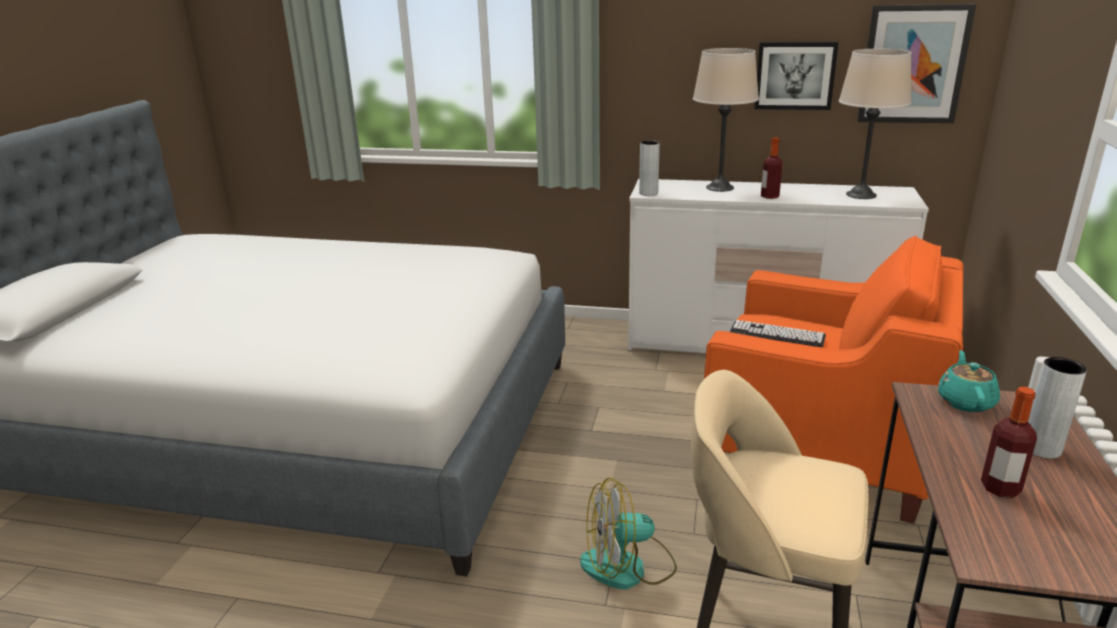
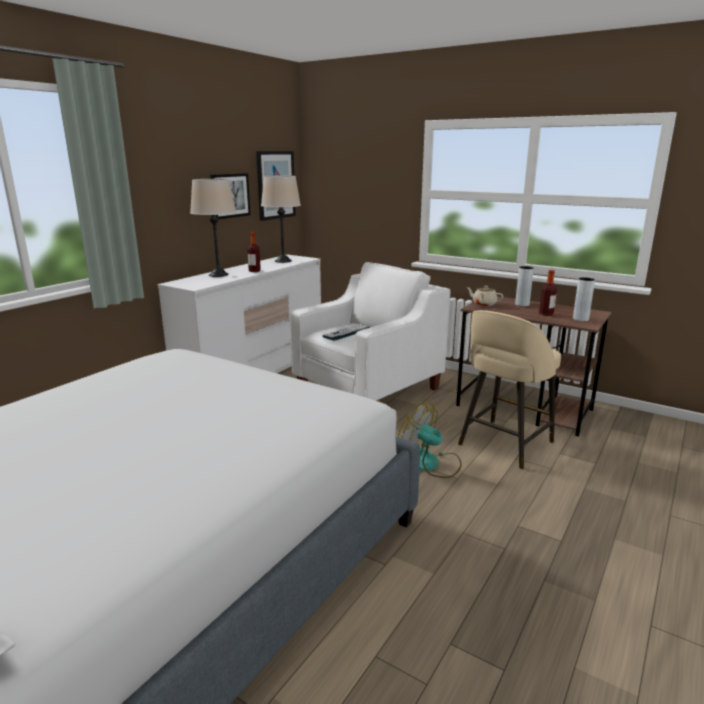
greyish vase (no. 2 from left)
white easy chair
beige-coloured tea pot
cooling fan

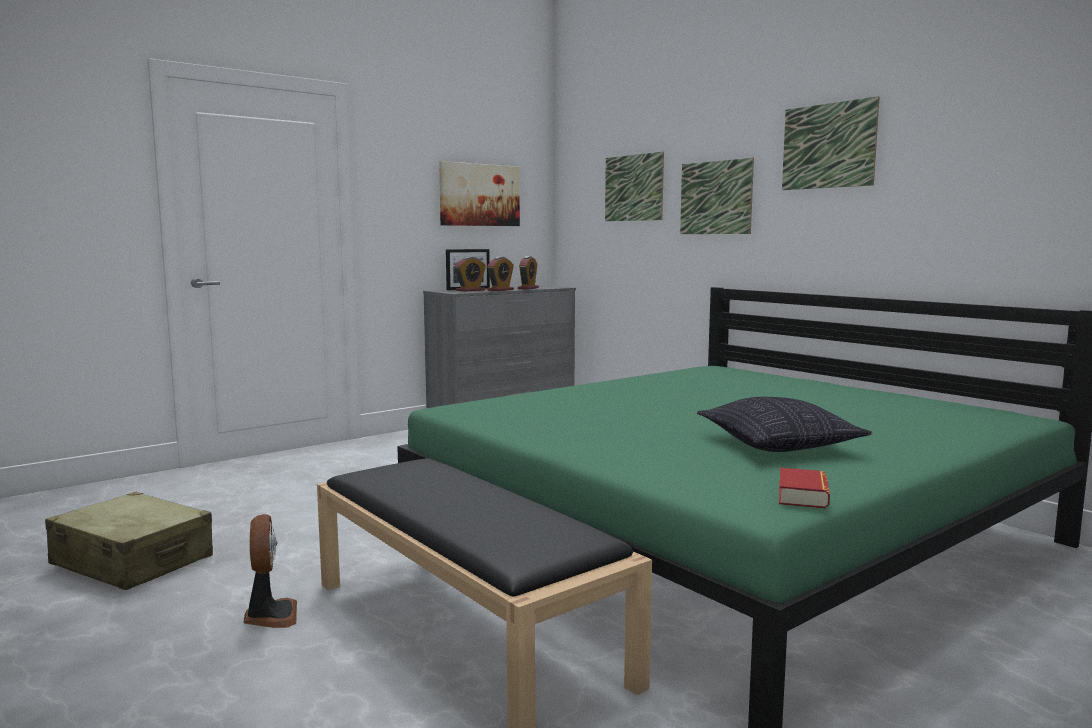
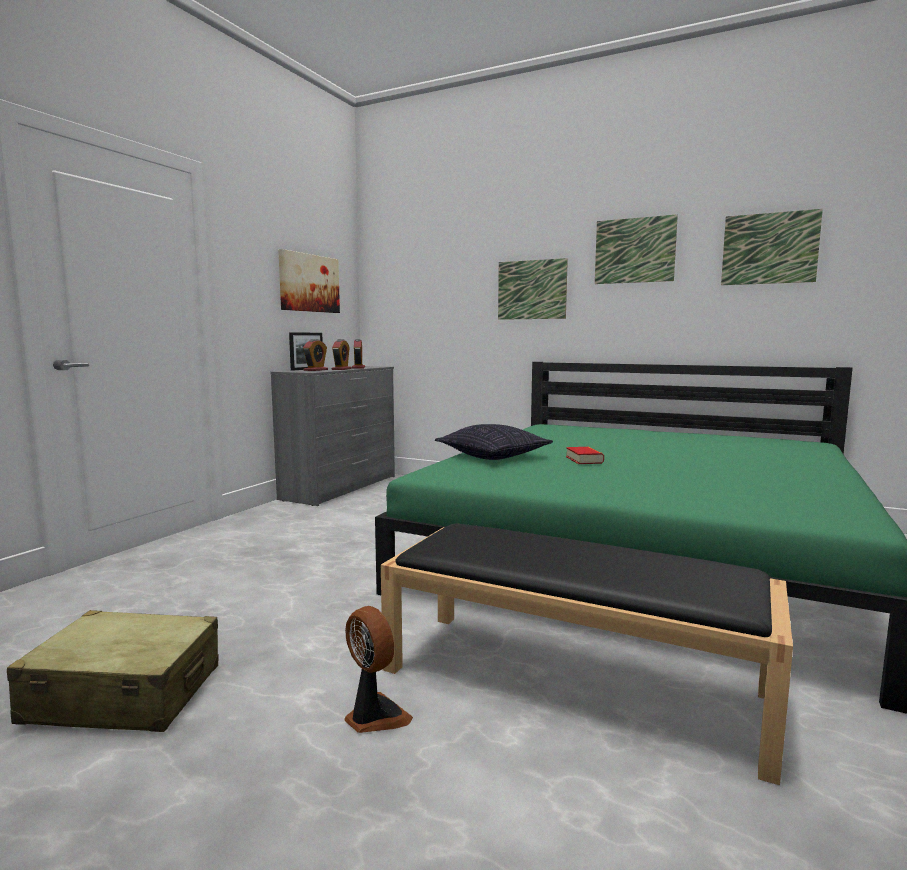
picture (no. 4 from left)
throw pillow
volume

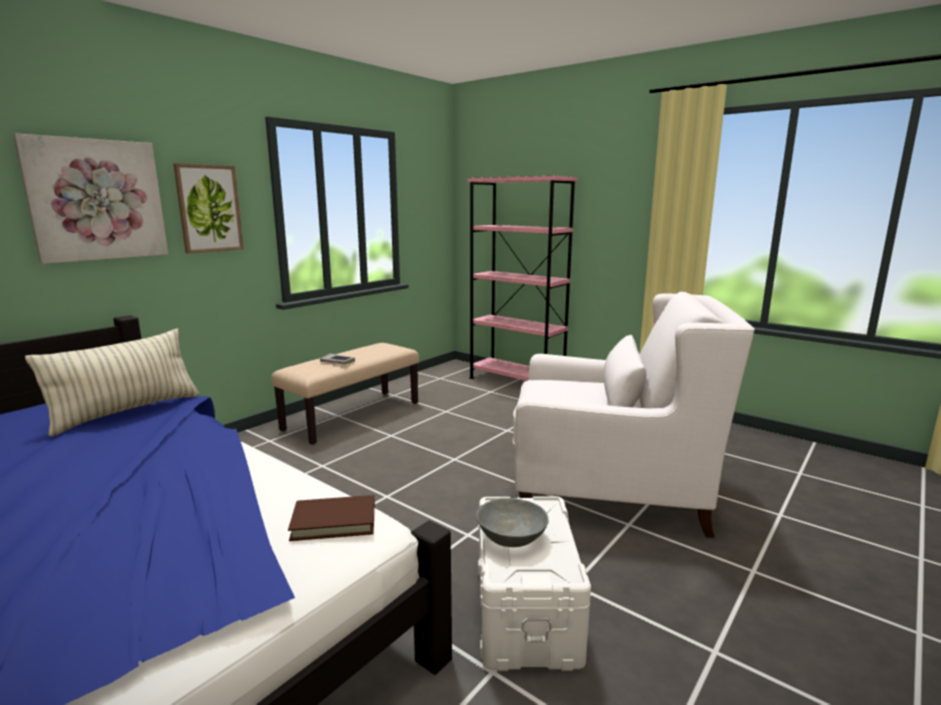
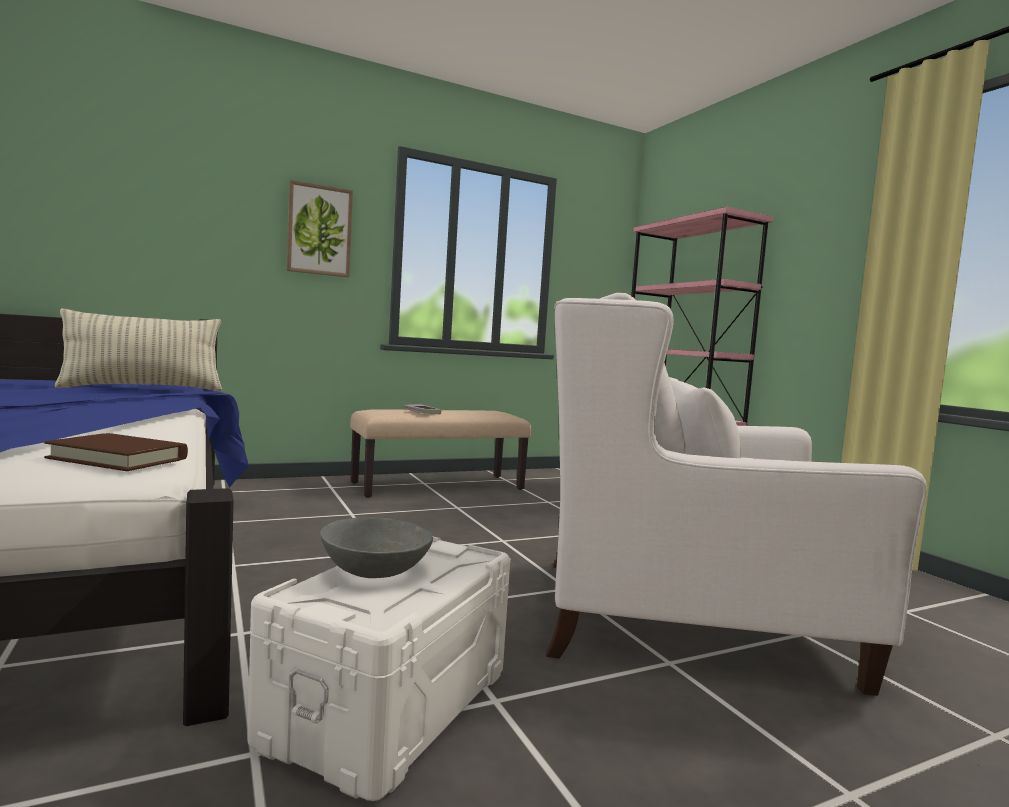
picture (no. 1 from left in the first image)
white easy chair

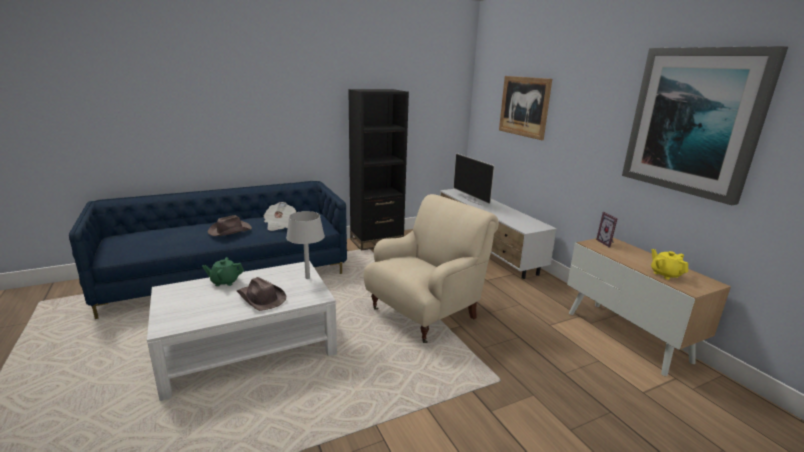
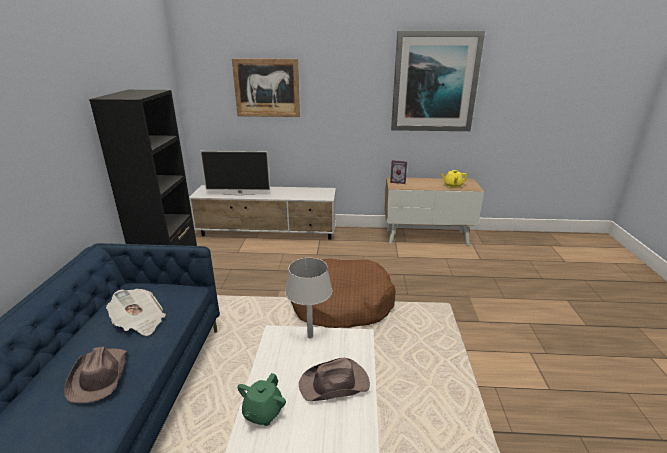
brown-coloured dog cushion

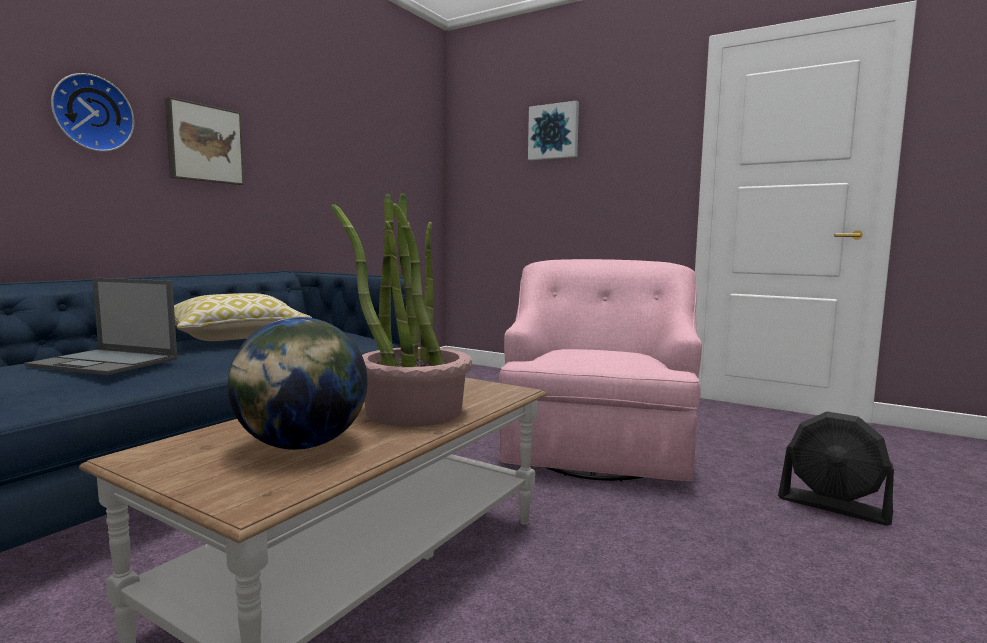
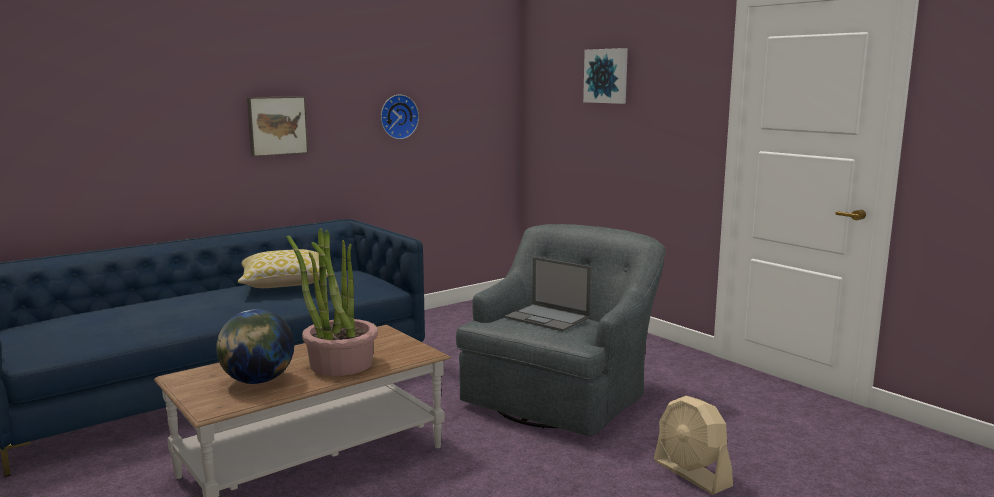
wall clock
greyish easy chair
portable computer
beige-coloured cooling fan

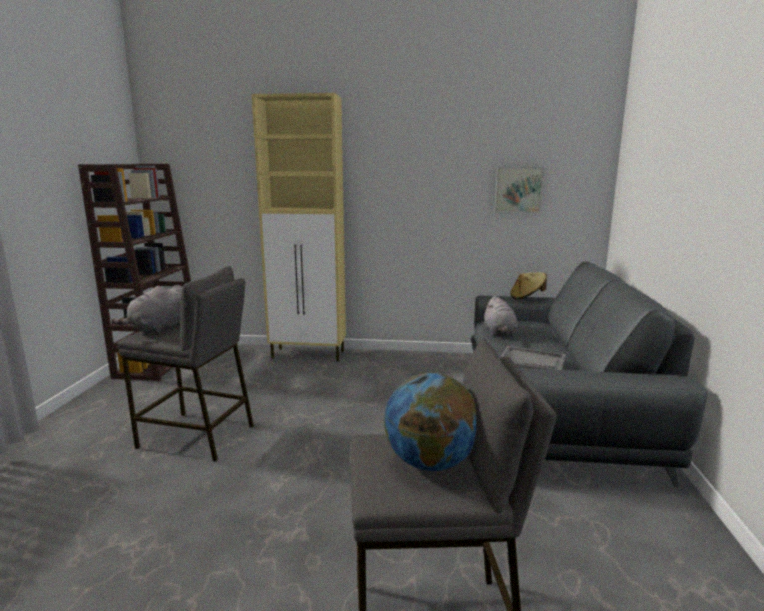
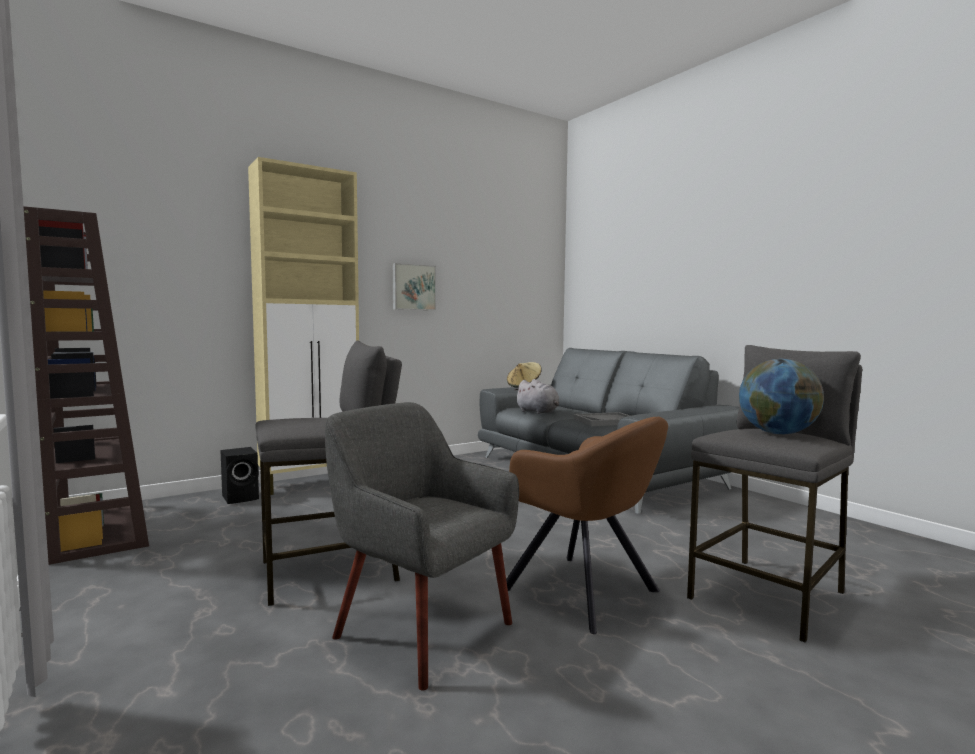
picture
greyish soft toy (no. 1 from left in the first image)
greyish easy chair
brown-coloured easy chair
black-coloured speaker

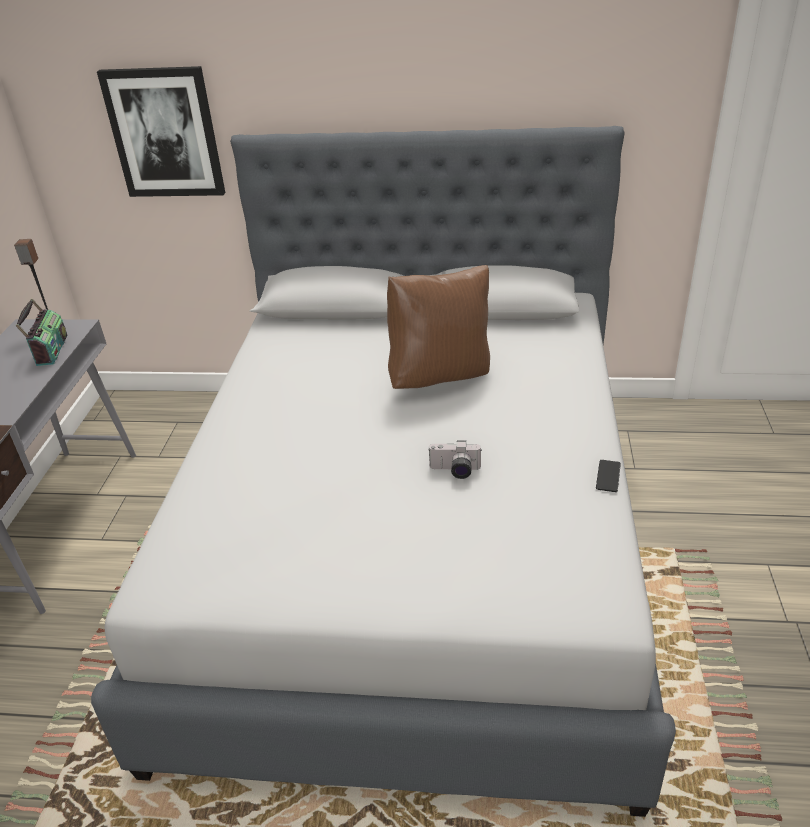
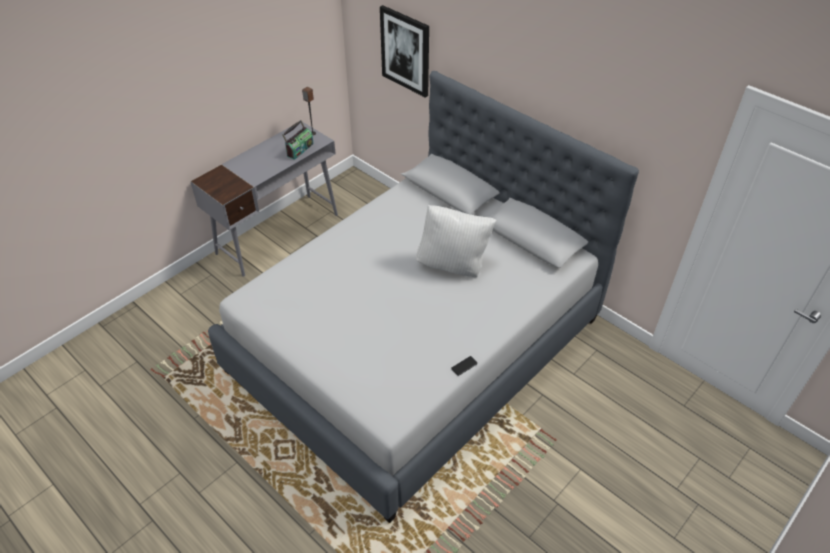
white throw pillow
photo camera

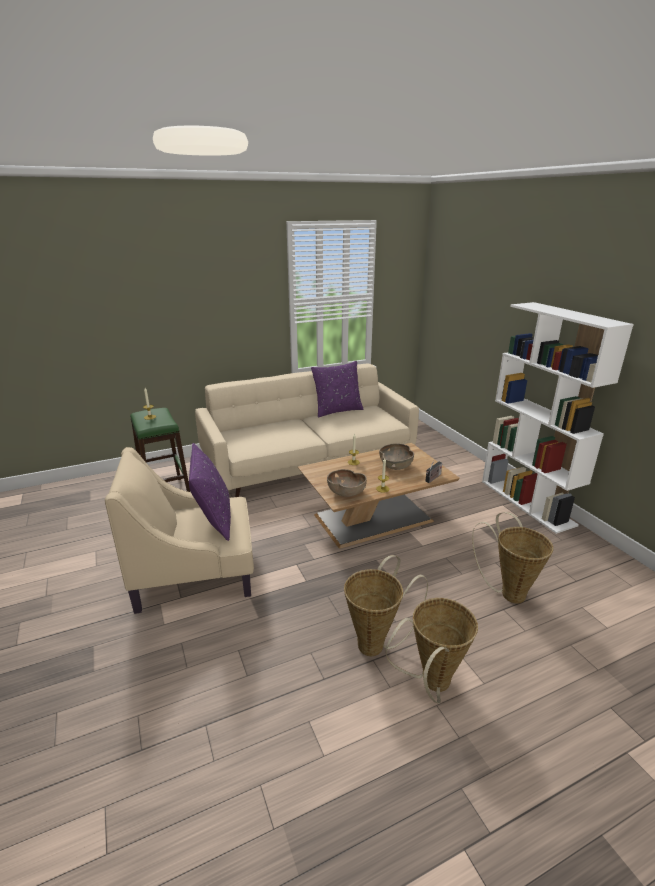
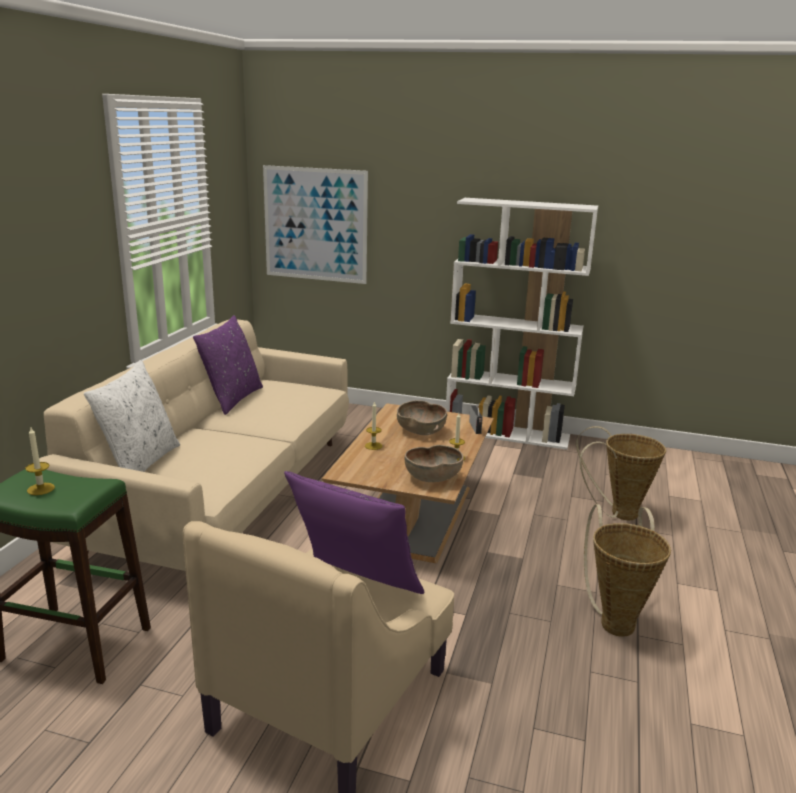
basket (no. 2 from left in the first image)
picture
white throw pillow

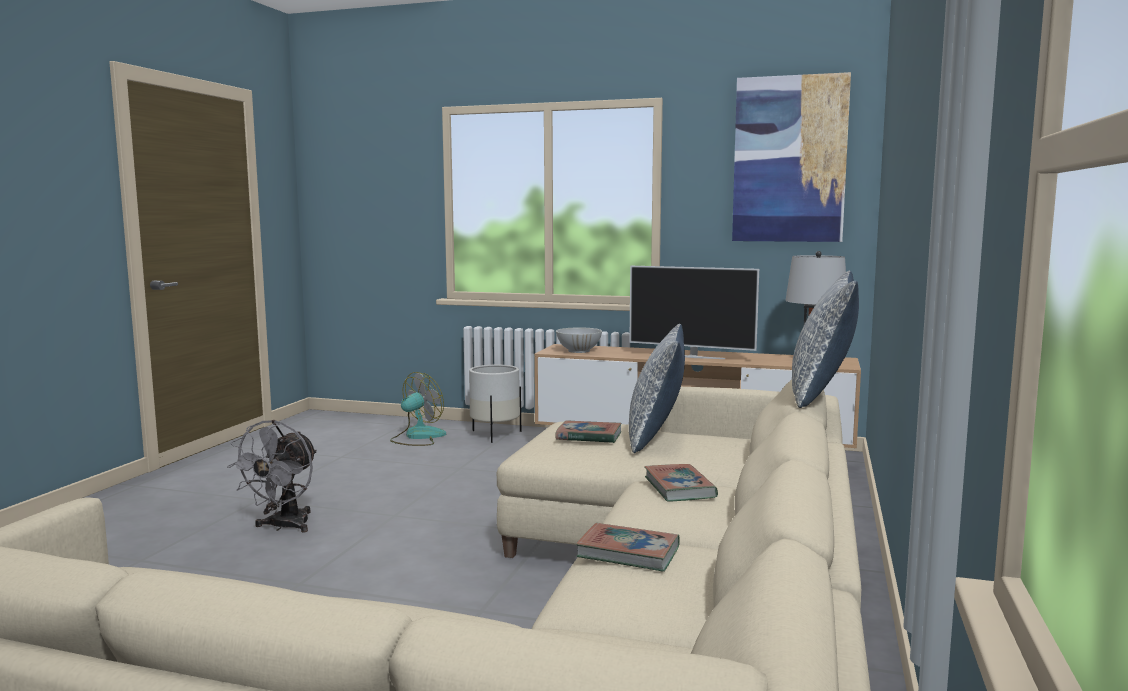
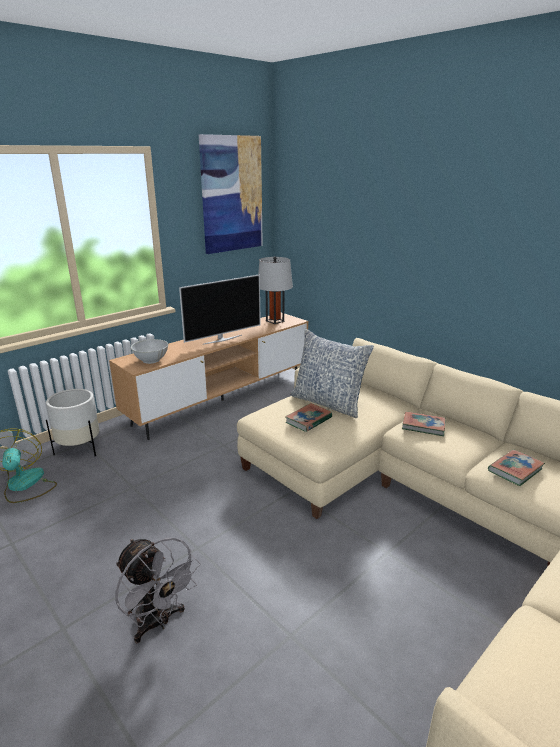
throw pillow (no. 2 from left in the first image)

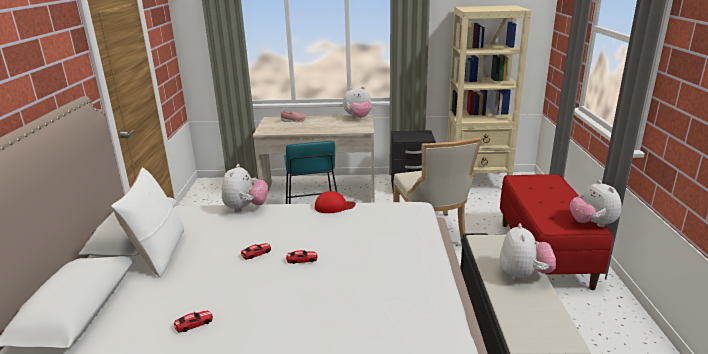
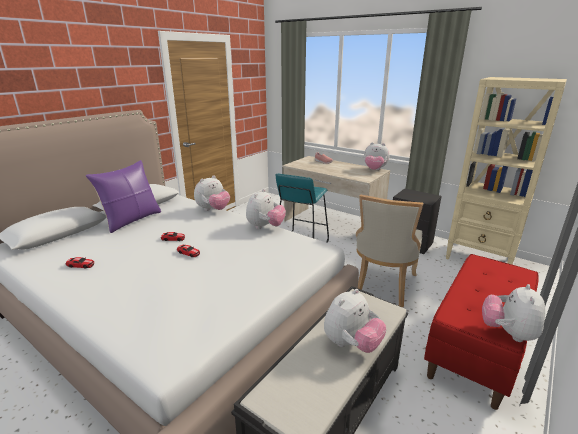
purplish throw pillow
soft toy (no. 2 from left)

